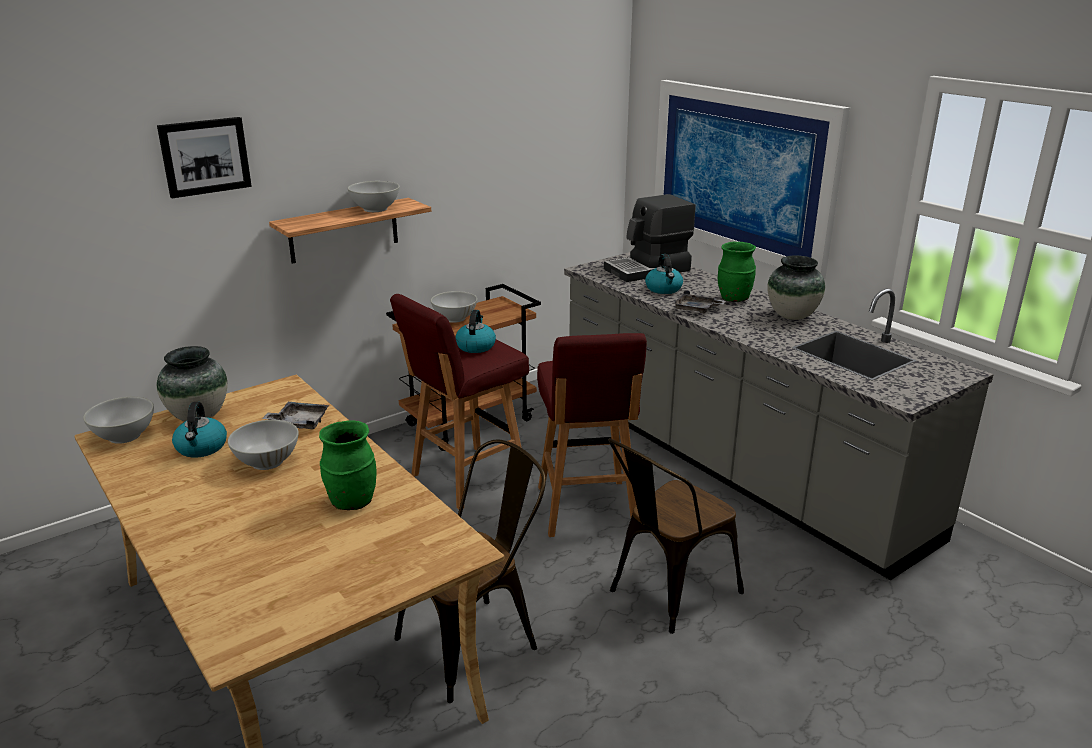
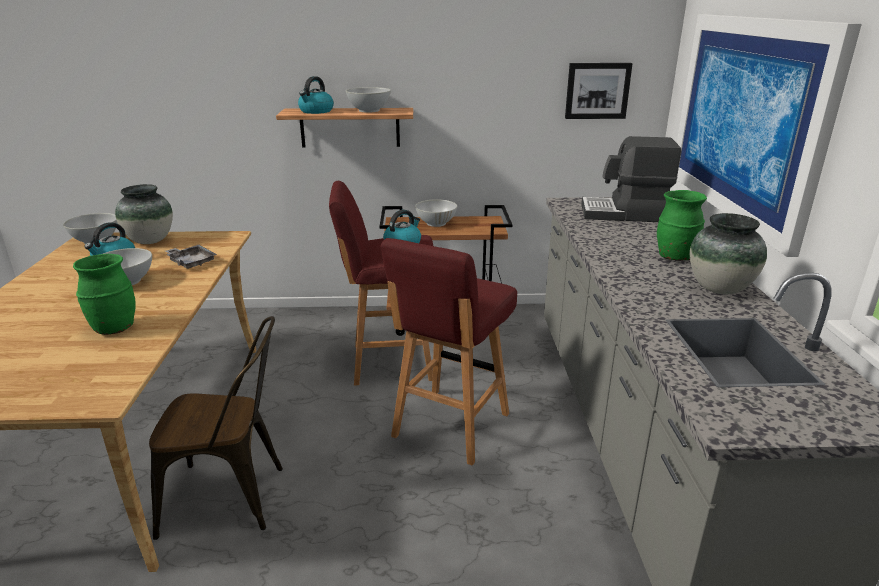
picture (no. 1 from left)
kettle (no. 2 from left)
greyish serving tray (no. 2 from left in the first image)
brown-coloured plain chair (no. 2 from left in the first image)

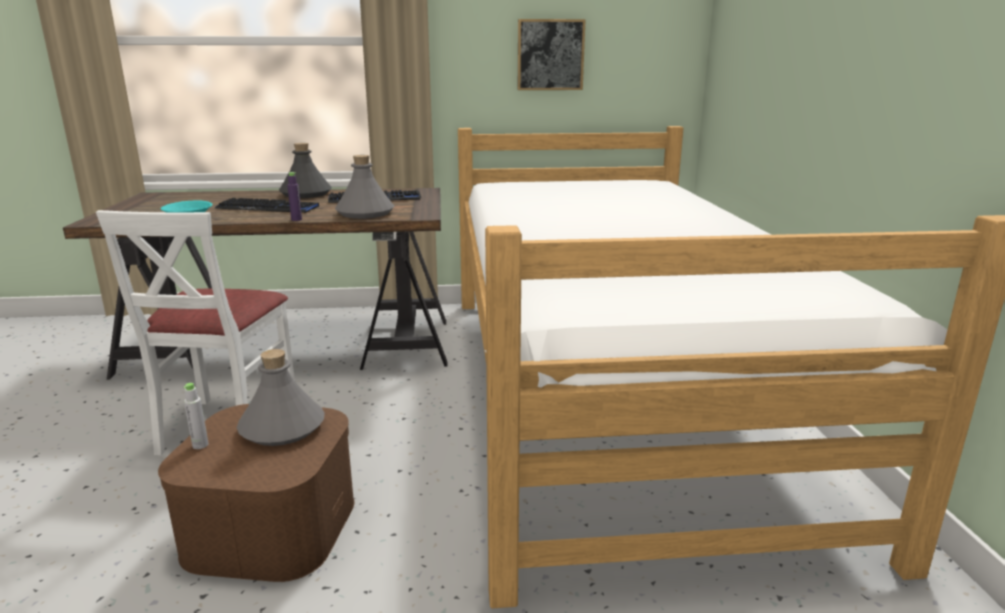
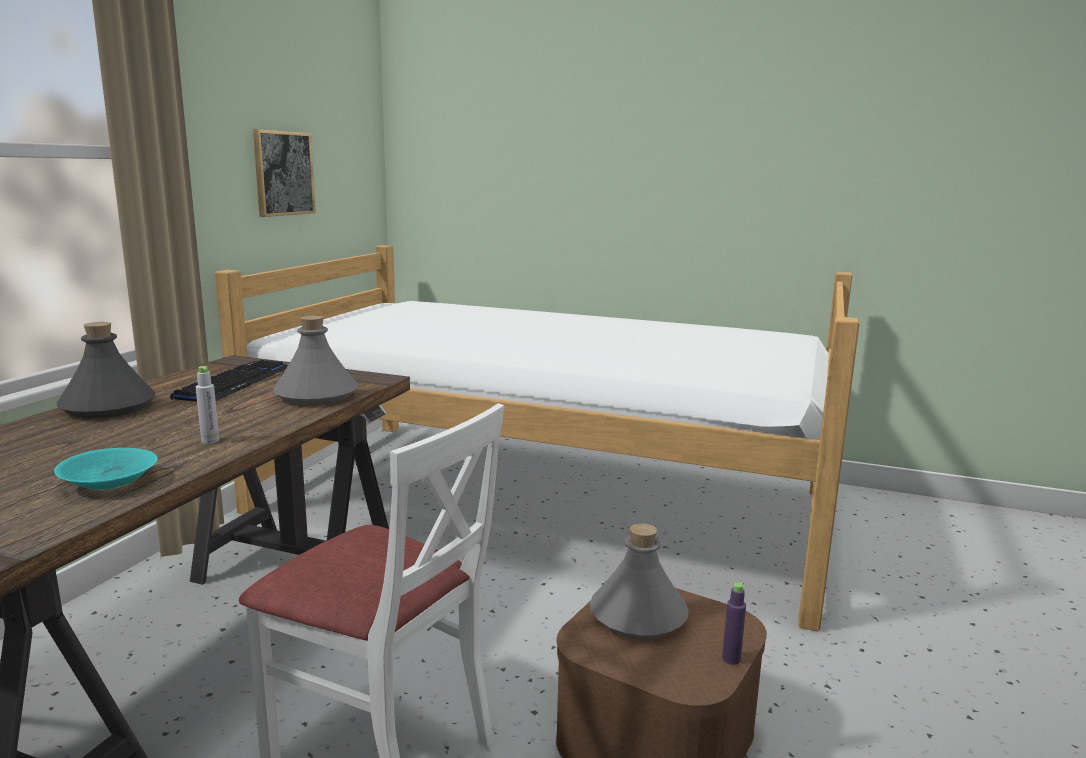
purplish drink bottle
computer keyboard (no. 1 from left in the first image)
greyish drink bottle (no. 2 from left)

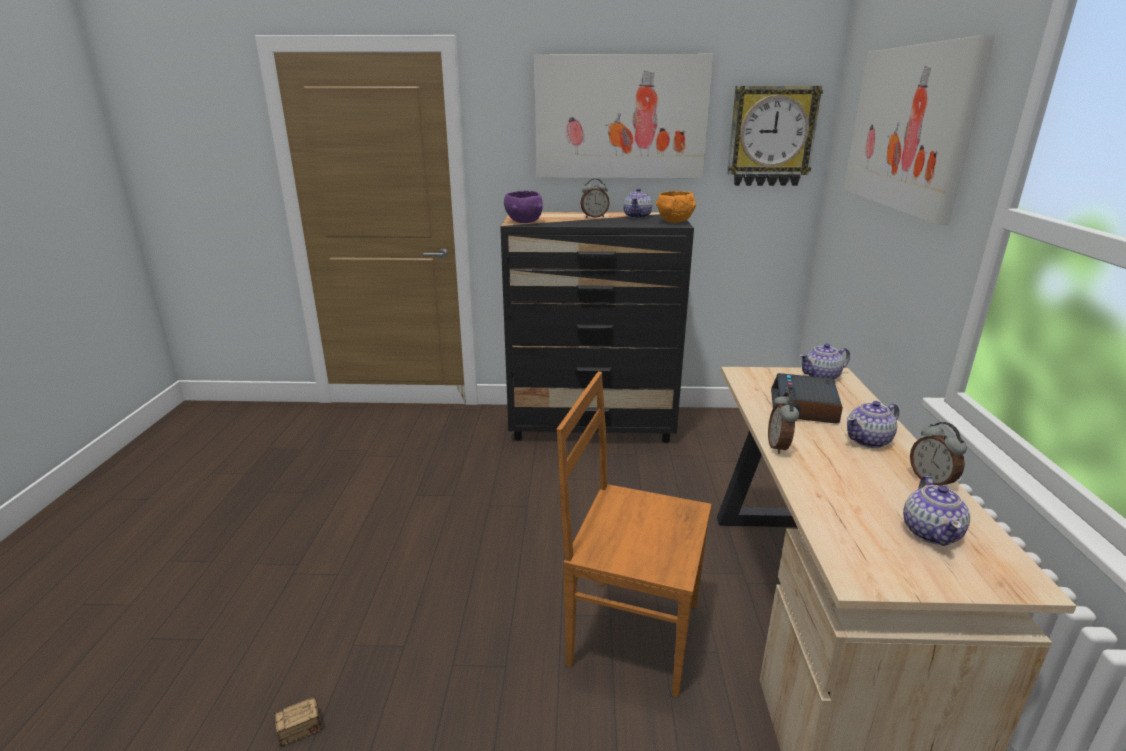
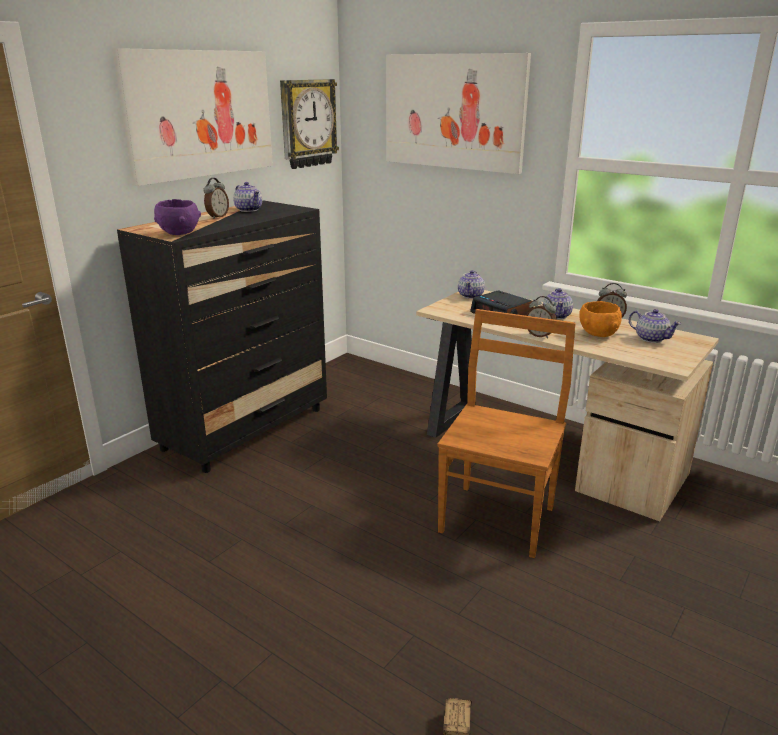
orange bowl
brown-coloured plain chair

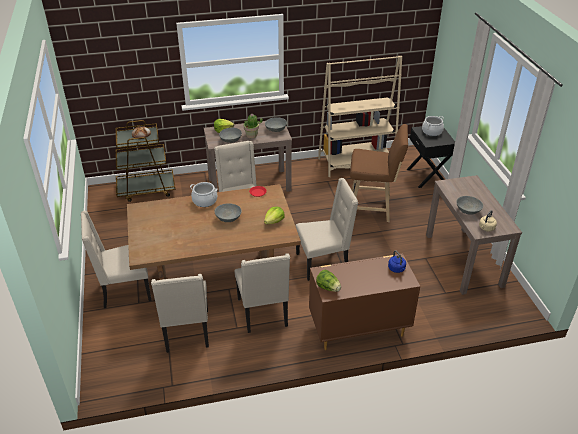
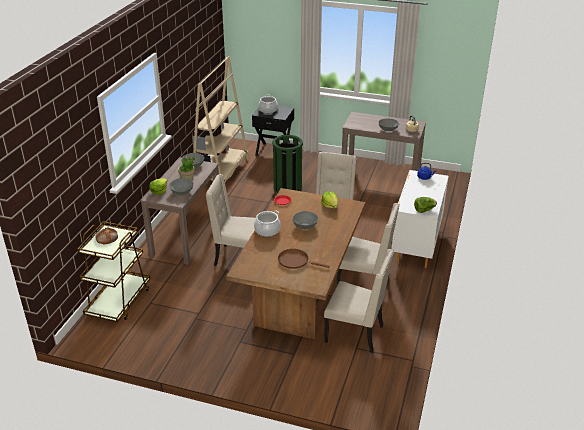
green-coloured trash can
beige-coloured plain chair (no. 1 from left in the first image)
white drawer chest
brown-coloured frying pan

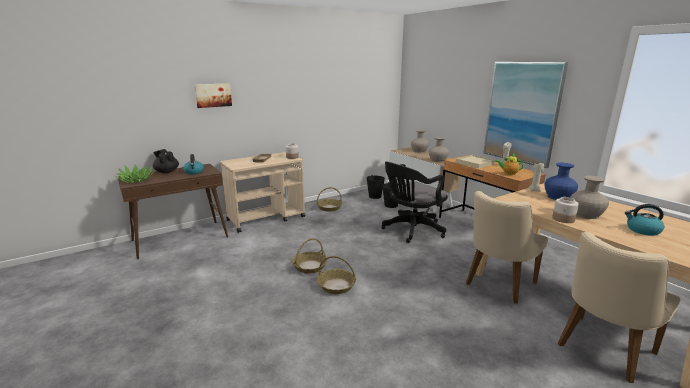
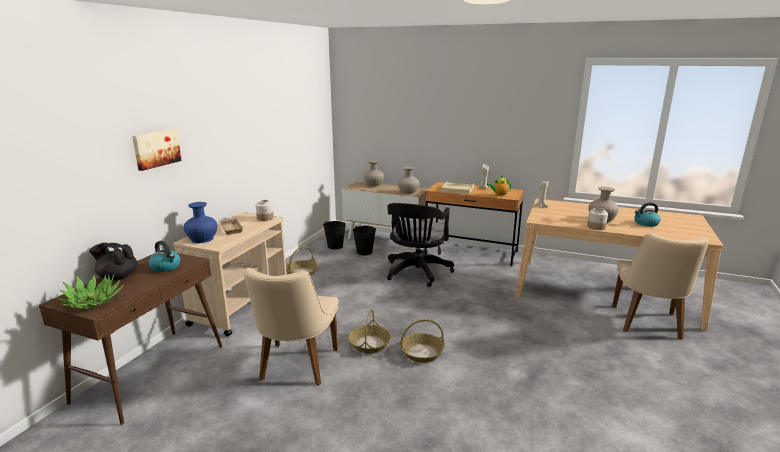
picture (no. 2 from left in the first image)
blue vase
beige-coloured plain chair (no. 1 from left)

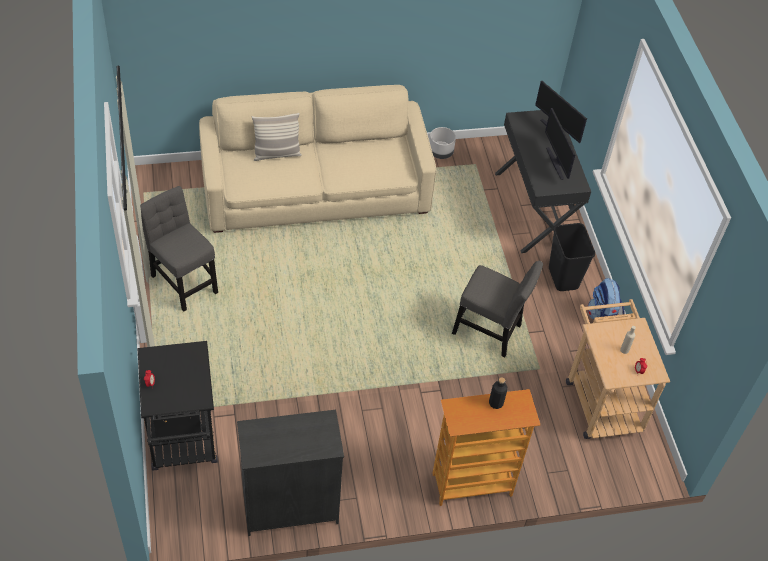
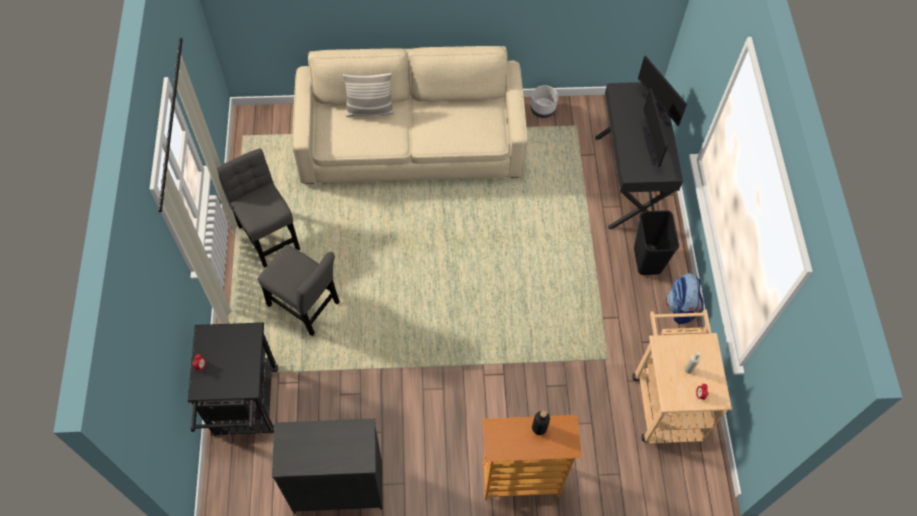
greyish plain chair (no. 2 from left)

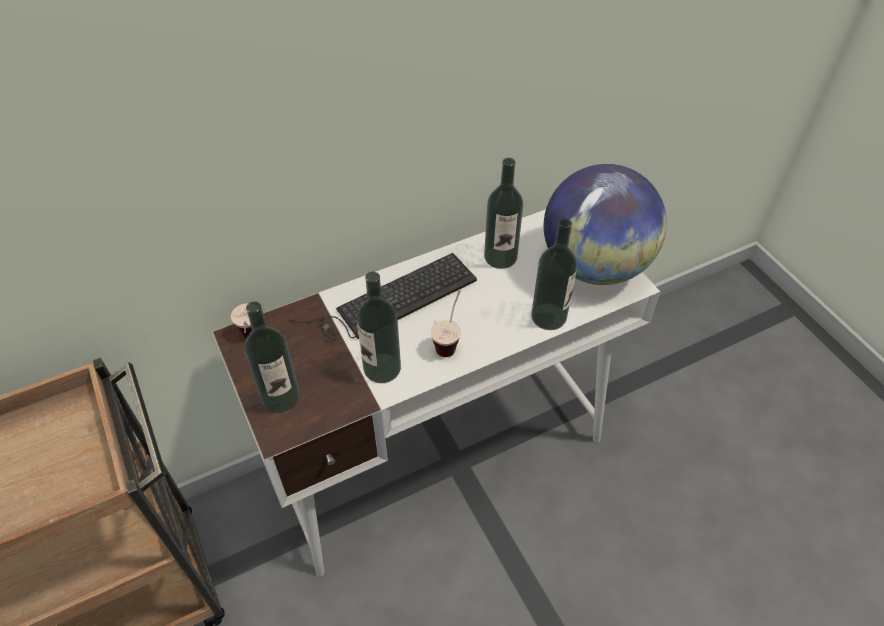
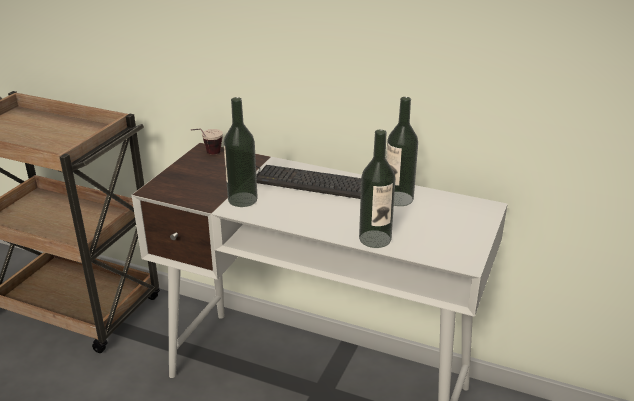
world globe
drinking cup (no. 2 from left in the first image)
drink bottle (no. 1 from left in the first image)

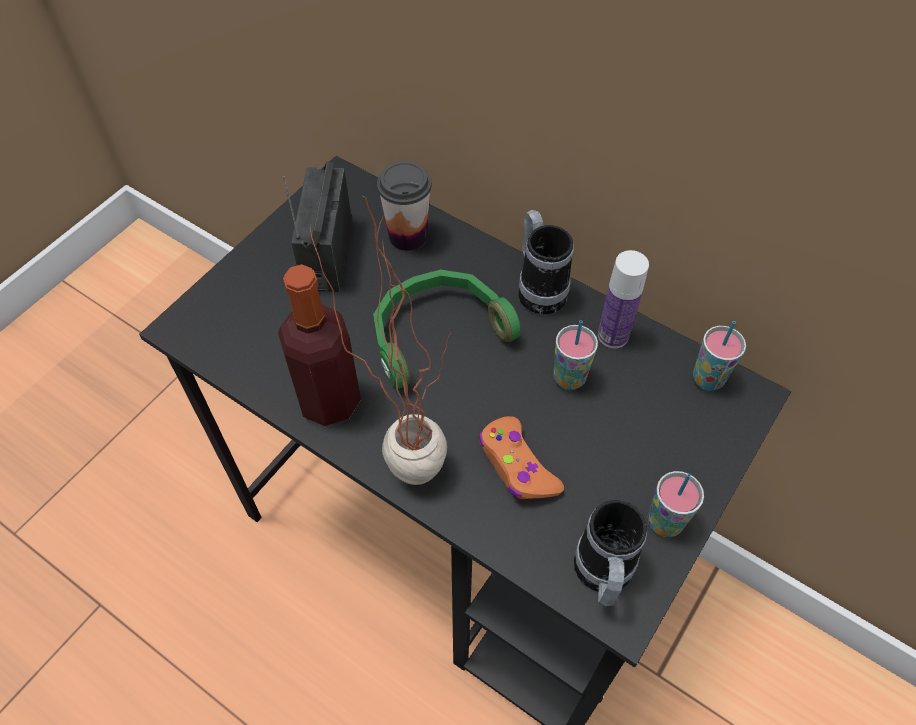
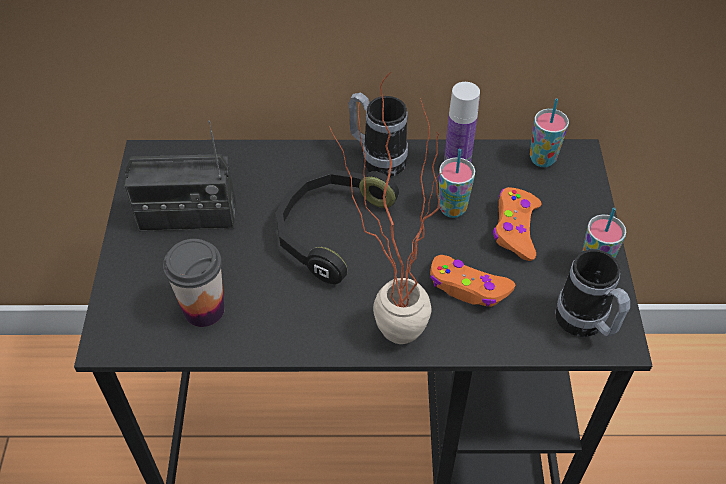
radio receiver
drinking cup (no. 1 from left)
drink bottle (no. 1 from left in the first image)
black-coloured headset
orange joypad (no. 2 from left)

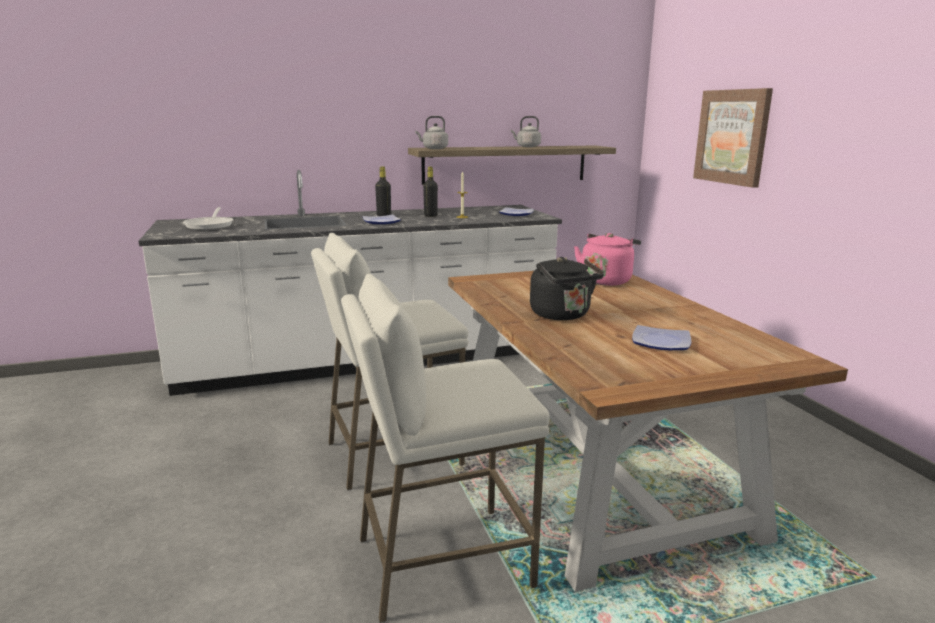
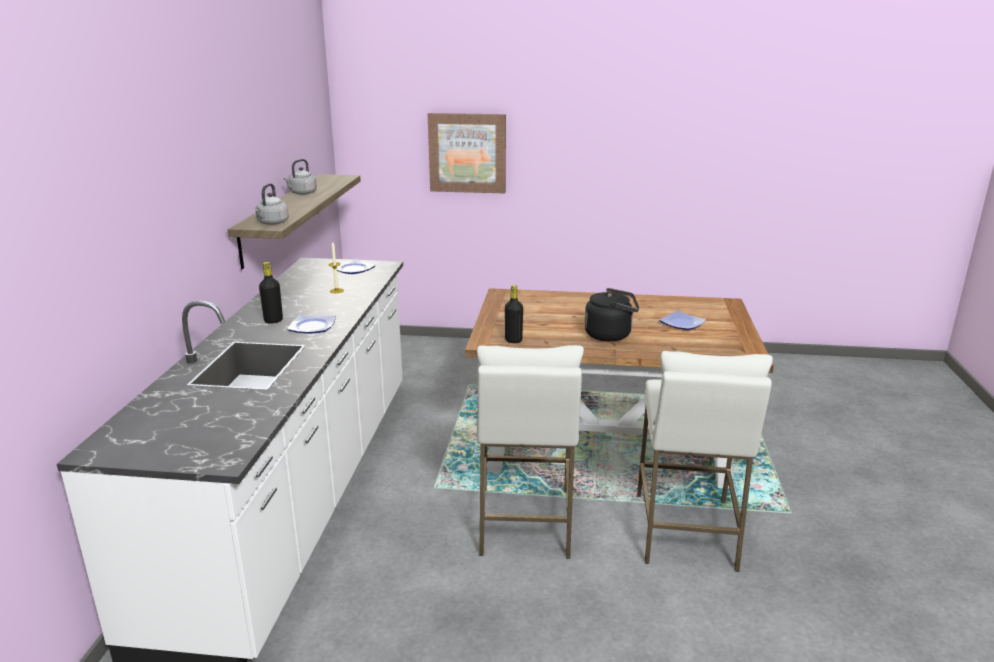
black-coloured drink bottle (no. 2 from left)
frying pan
pinkish kettle

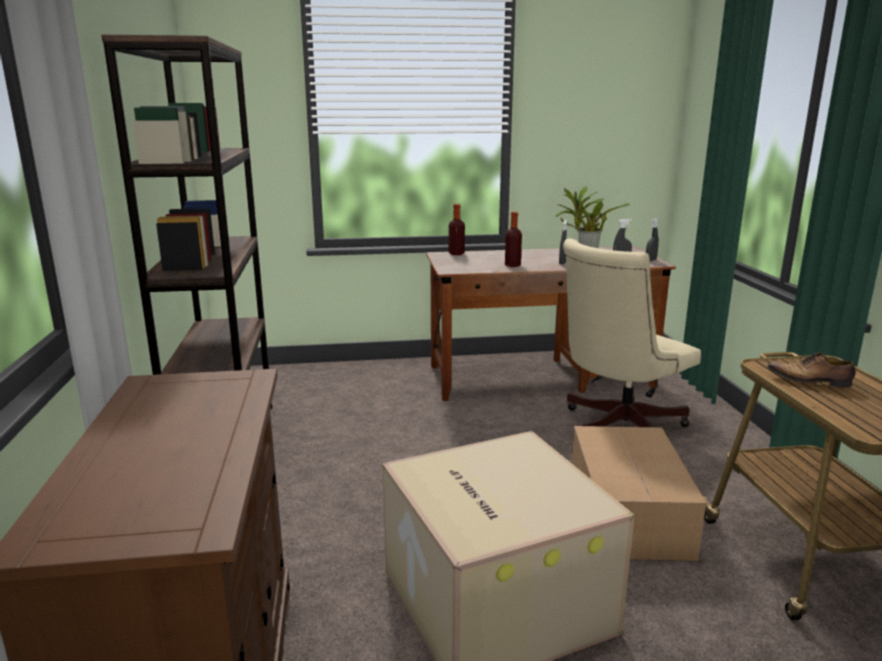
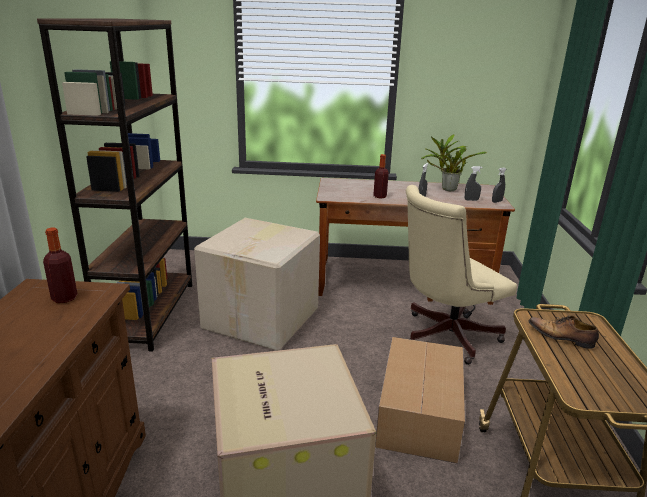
drink bottle (no. 1 from left)
cardboard box (no. 1 from left)

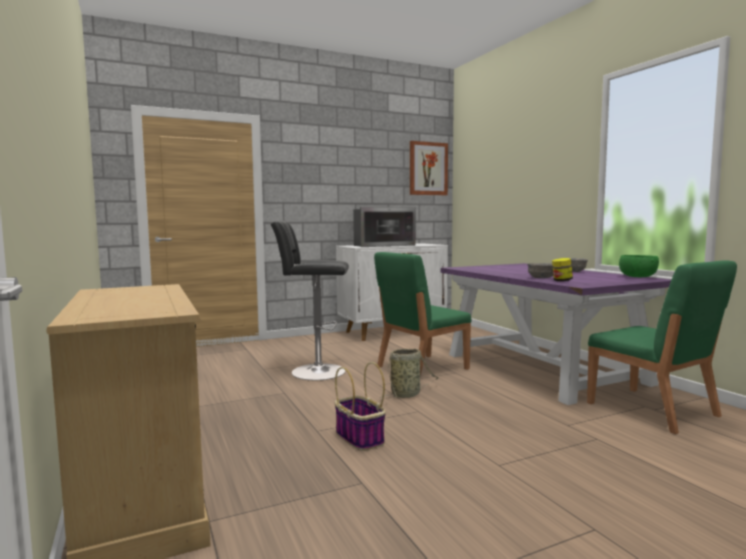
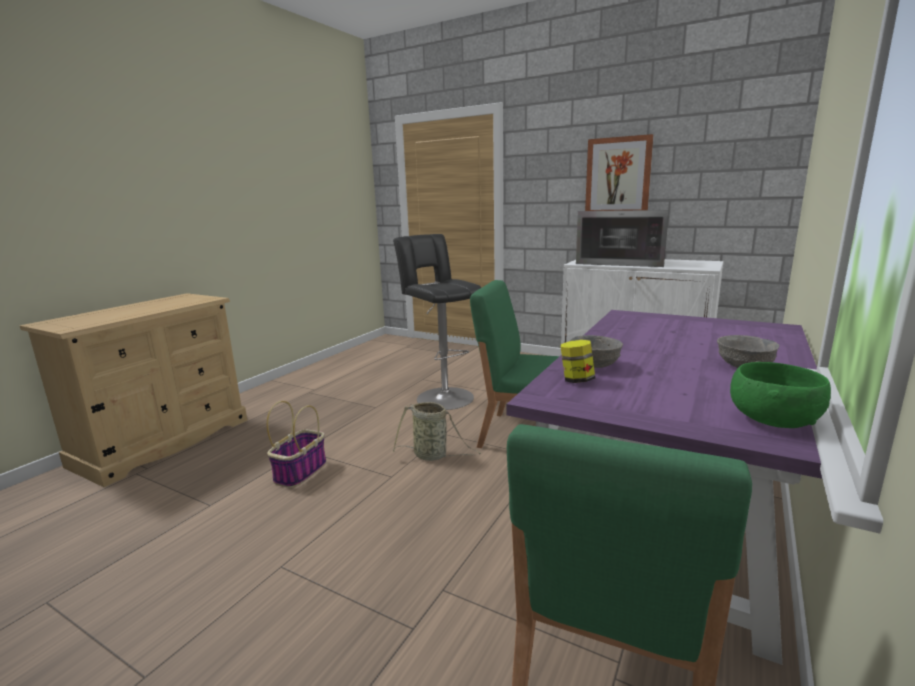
picture

